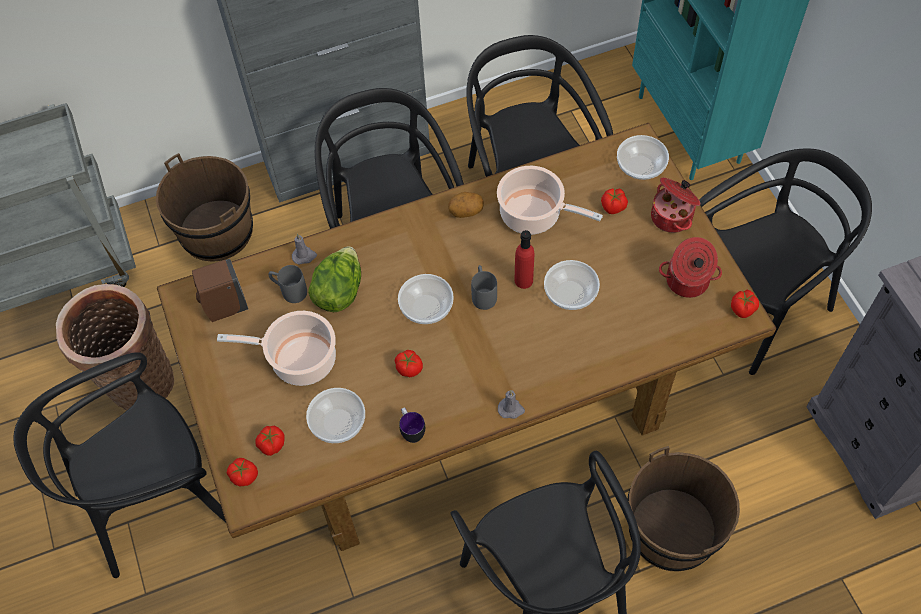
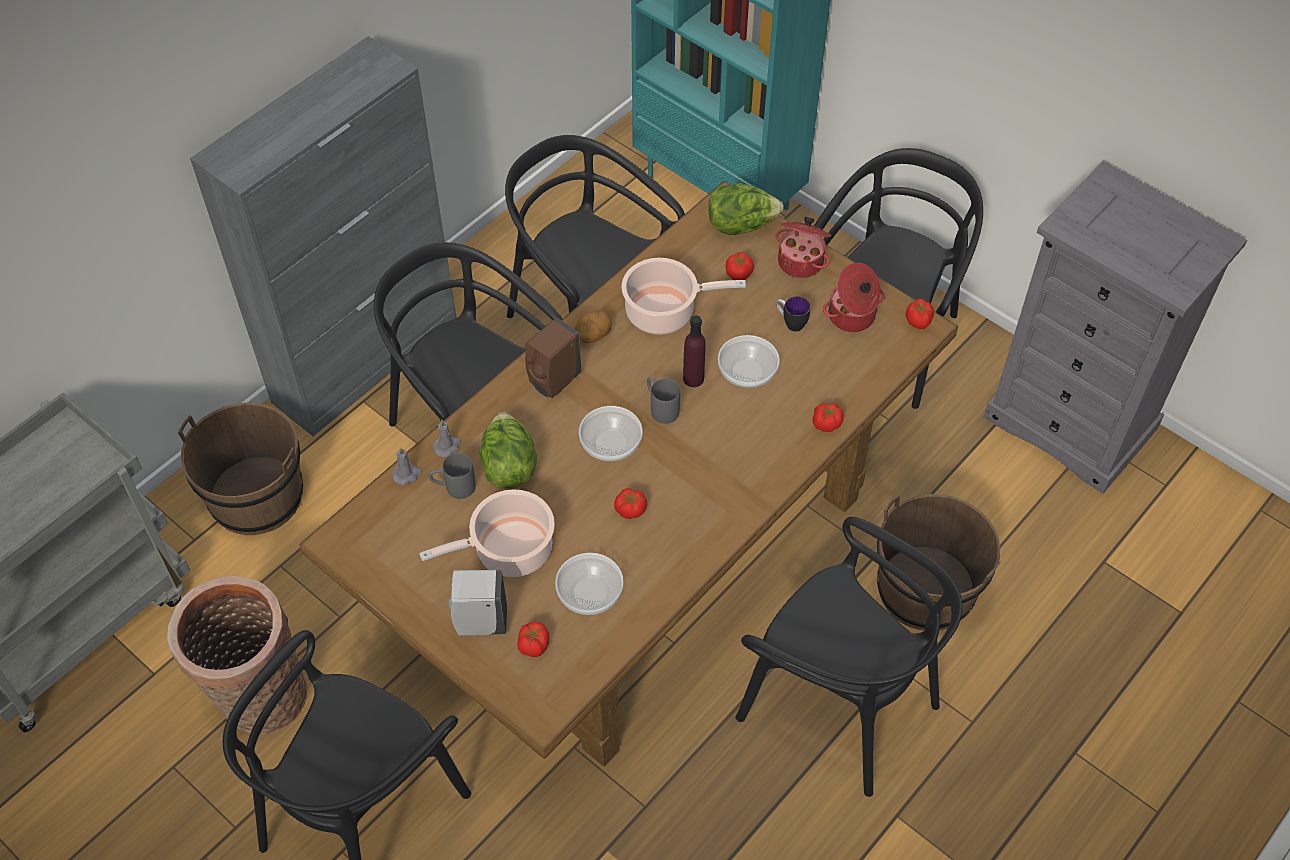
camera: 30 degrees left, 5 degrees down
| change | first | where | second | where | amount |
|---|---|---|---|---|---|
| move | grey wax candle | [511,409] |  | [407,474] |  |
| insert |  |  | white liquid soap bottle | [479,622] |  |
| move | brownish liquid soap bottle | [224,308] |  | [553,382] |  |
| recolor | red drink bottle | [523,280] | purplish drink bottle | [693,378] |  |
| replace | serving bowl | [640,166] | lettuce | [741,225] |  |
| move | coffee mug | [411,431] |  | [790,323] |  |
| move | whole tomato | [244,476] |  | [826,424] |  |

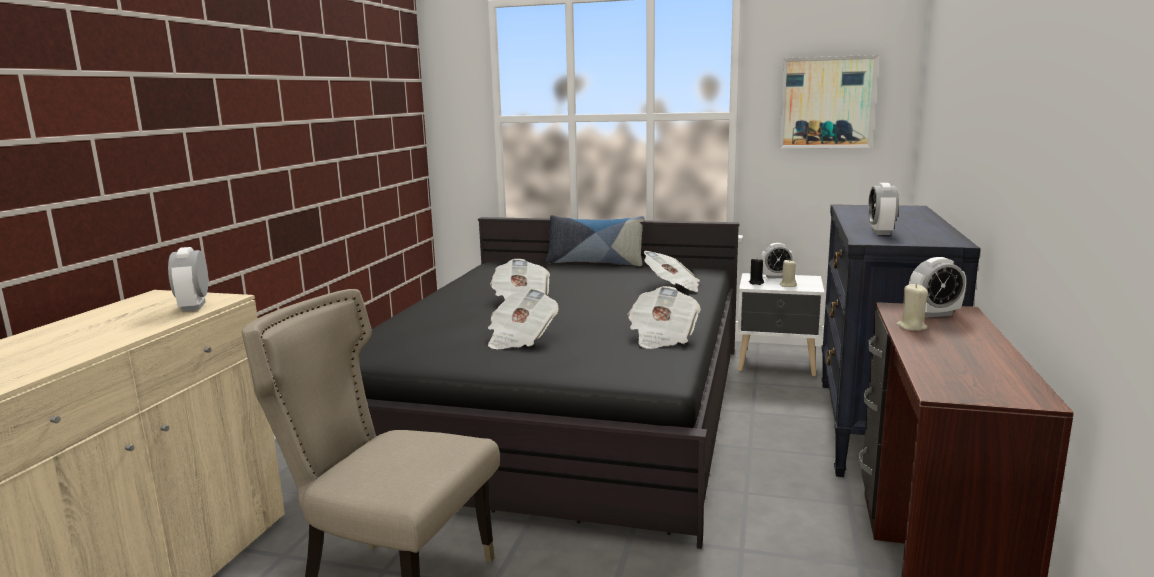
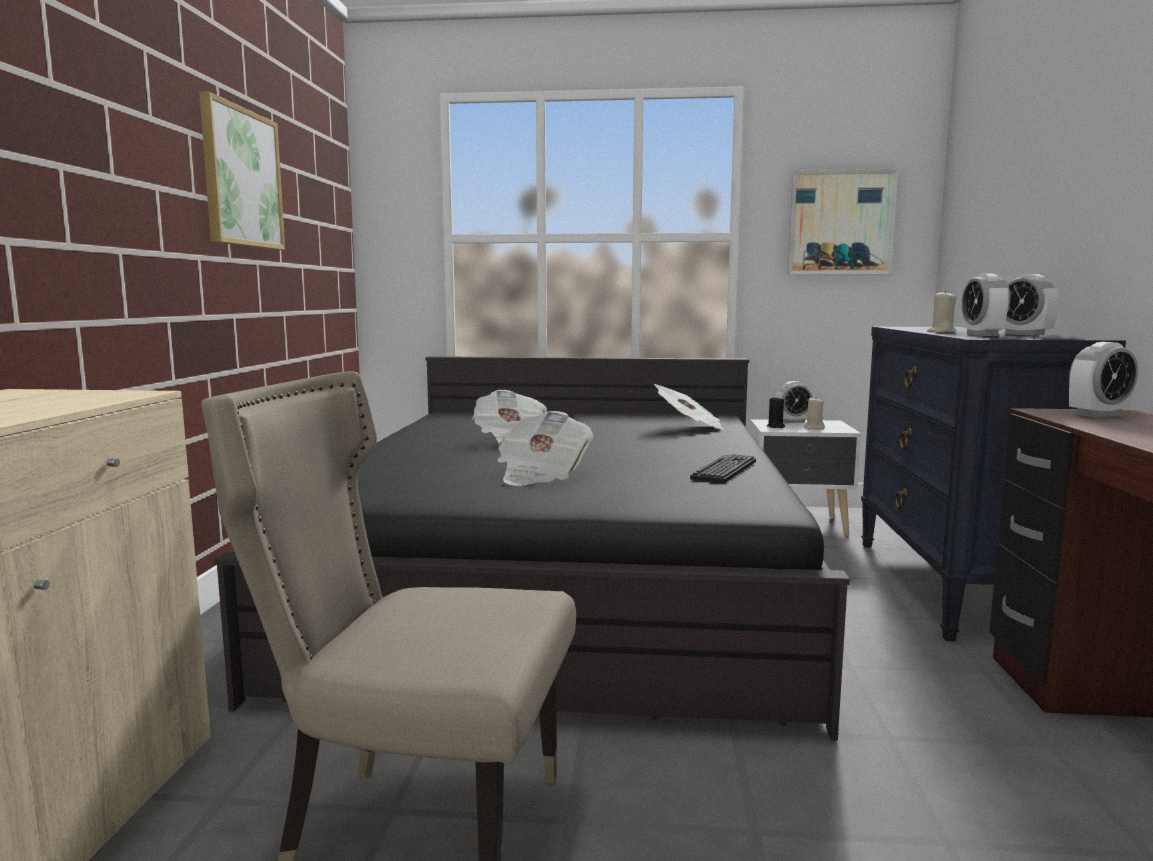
camera: 10 degrees left, 5 degrees down
| change | first | where | second | where | amount |
|---|---|---|---|---|---|
| insert |  |  | wall picture | [241,178] |  |
| replace | daily paper | [662,337] | keyboard | [724,470] |  |
| move | beige-coloured wax candle | [911,327] |  | [941,332] |  |
| move | bedside clock | [194,306] |  | [1024,334] |  |
| delete | throw pillow | [595,262] |  |  |  |

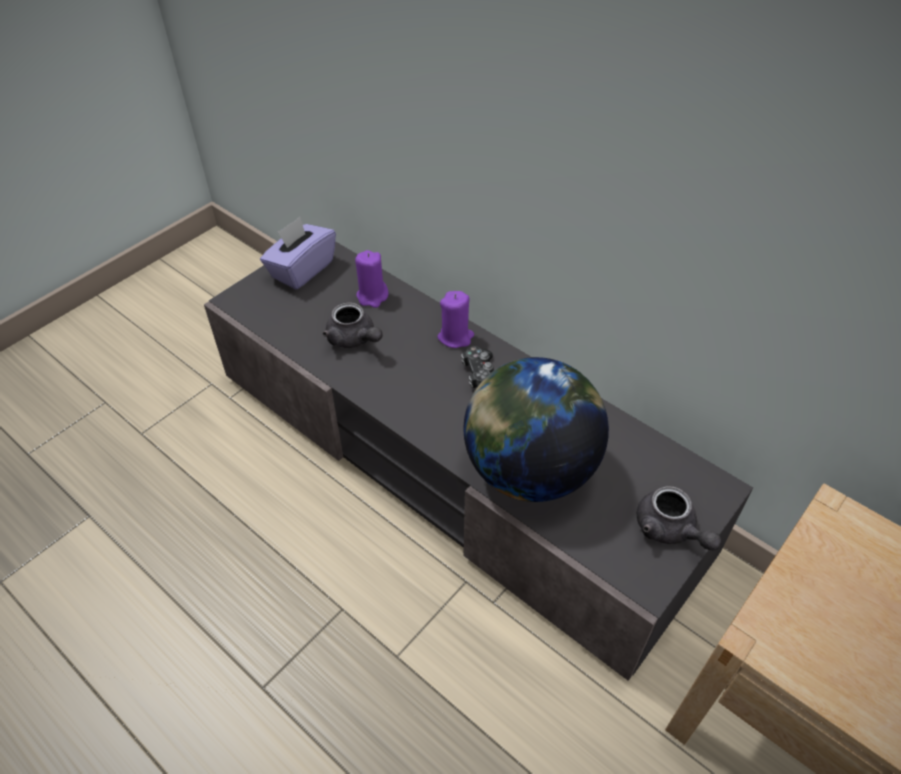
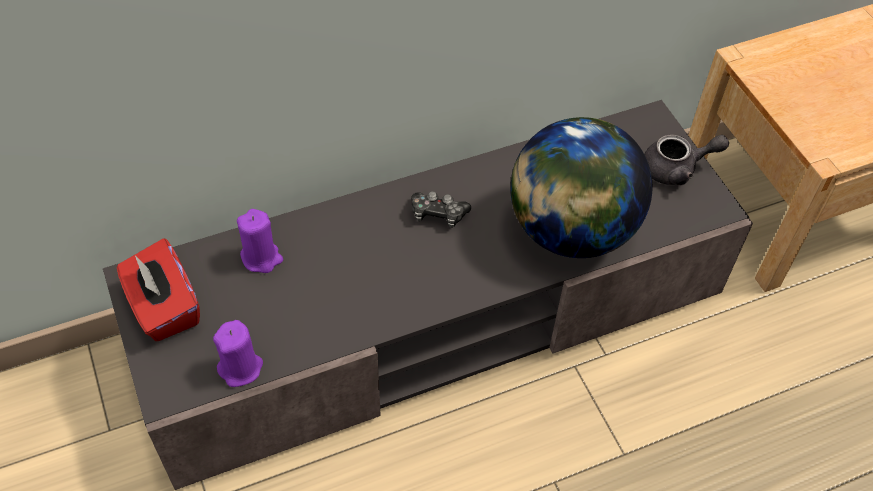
camera: 65 degrees left, 5 degrees up
| change | first | where | second | where | amount |
|---|---|---|---|---|---|
| recolor | purplish tissue holder | [302,269] | red tissue holder | [164,308] |  |
| move | purplish wax candle | [455,337] |  | [241,368] |  |
| delete | grey tea pot | [354,339] |  |  |  |

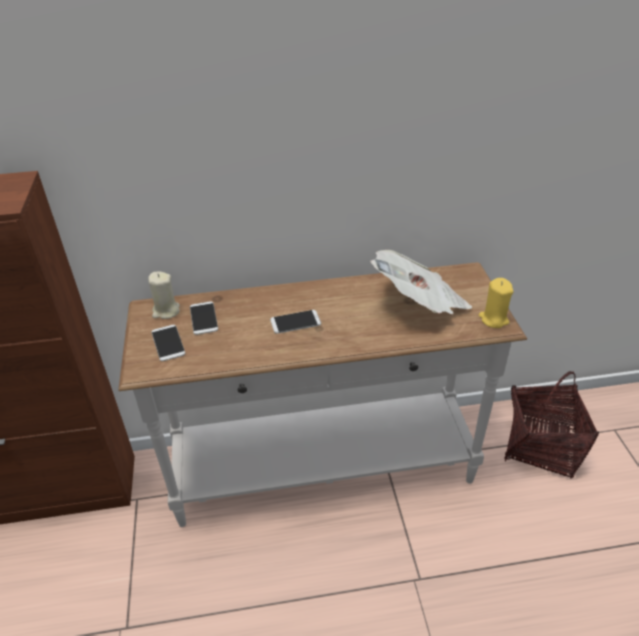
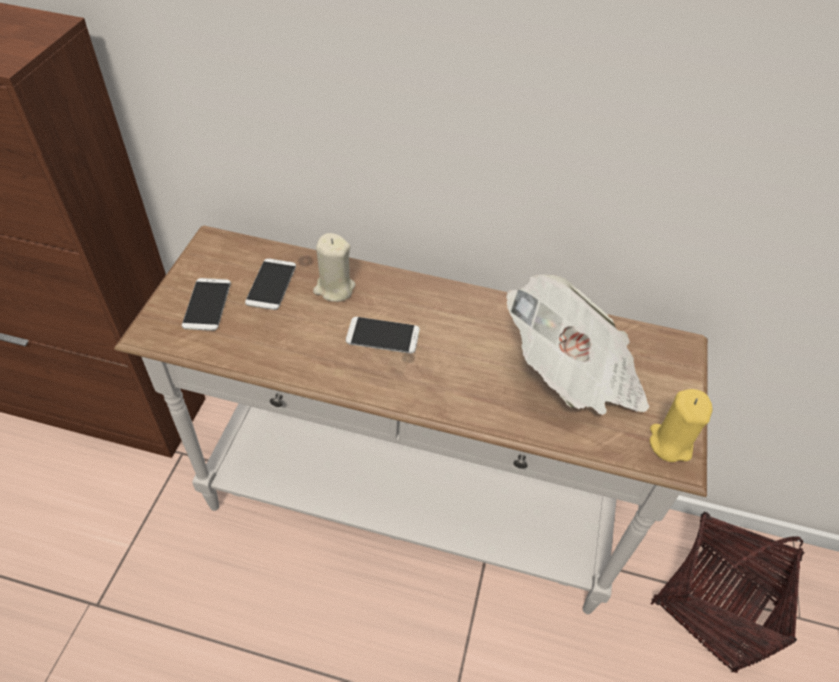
camera: 20 degrees right, 10 degrees up
| change | first | where | second | where | amount |
|---|---|---|---|---|---|
| move | beige-coloured wax candle | [166,311] |  | [334,288] |  |

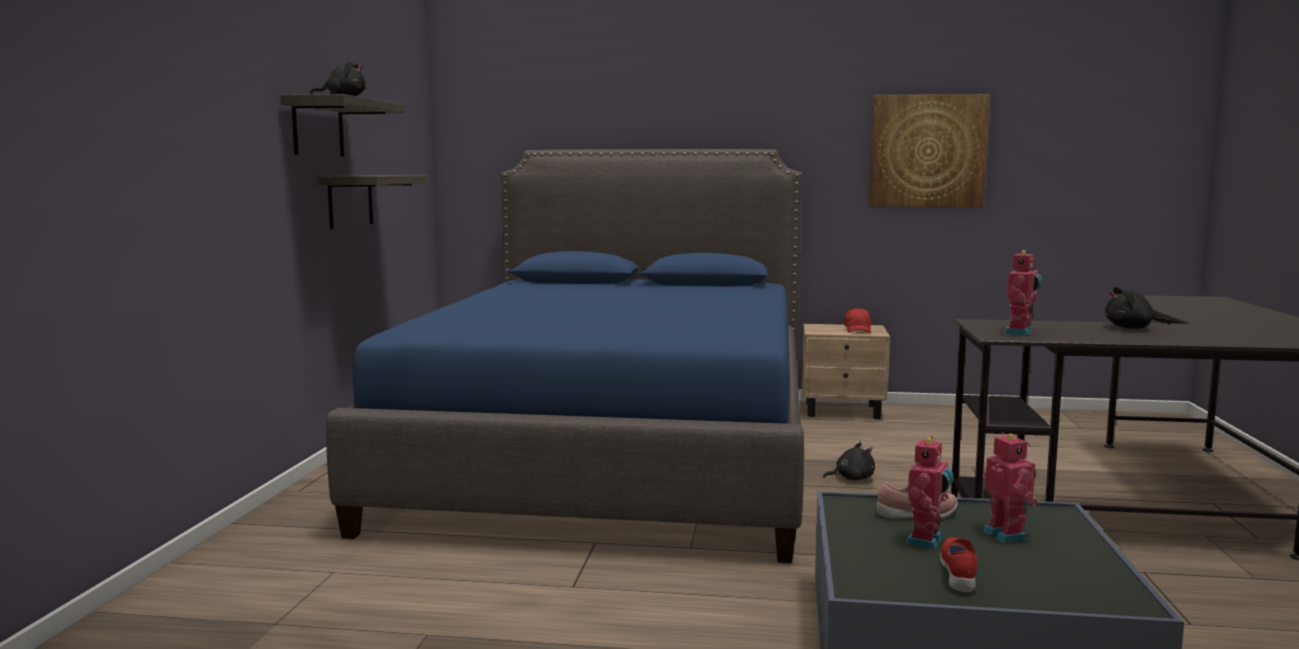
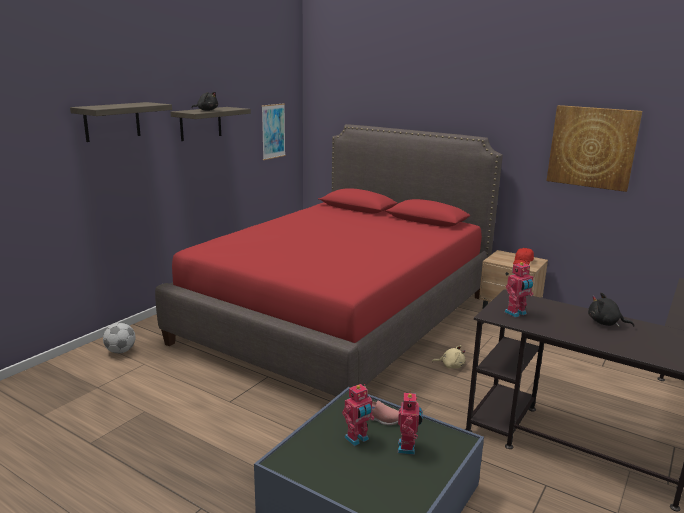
camera: 25 degrees right, 10 degrees up
| change | first | where | second | where | amount |
|---|---|---|---|---|---|
| move | wall shelf | [350,201] |  | [112,121] |  |
| insert |  |  | football ball | [120,351] |  |
| recolor | blue bedroom bed | [616,455] | red bedroom bed | [340,318] |  |
| insert |  |  | wall picture | [273,131] |  |
| recolor | blackish soft toy | [852,479] | beige-coloured soft toy | [451,365] |  |
| delete | red low shoe | [959,575] |  |  |  |

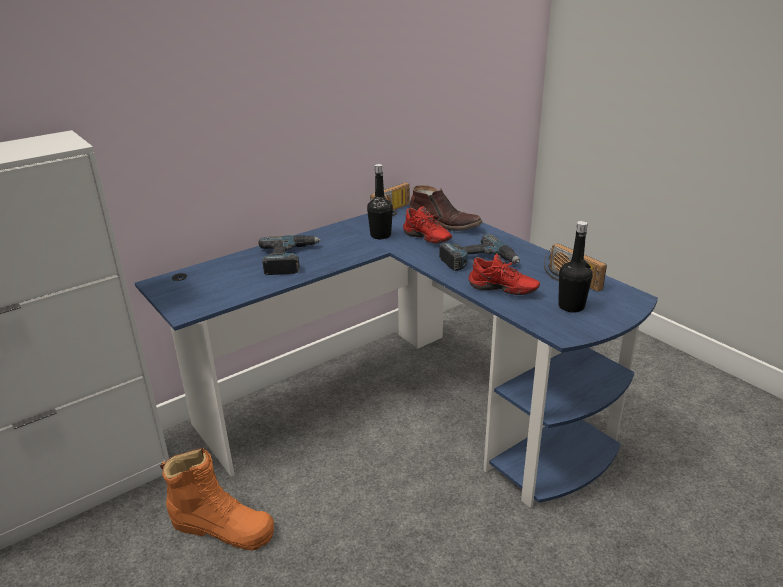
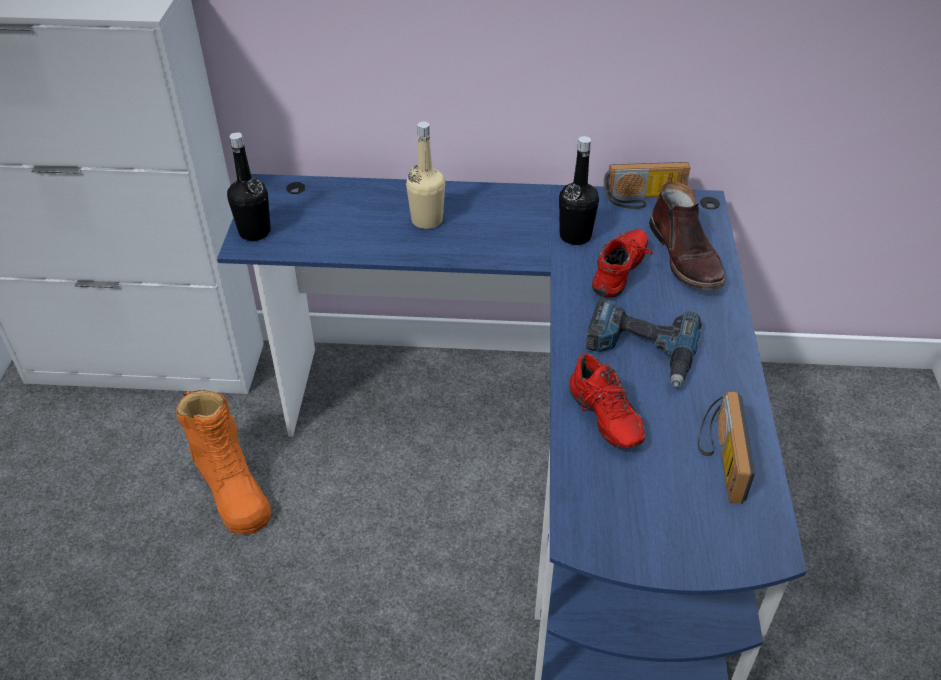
camera: 40 degrees right, 15 degrees up
| change | first | where | second | where | amount |
|---|---|---|---|---|---|
| move | blackish drink bottle | [571,306] |  | [254,232] |  |
| replace | drill | [289,259] | beige-coloured drink bottle | [427,220] |  |
| rotate | red low shoe | [425,239] |  | [622,273] | 150 degrees counterclockwise |

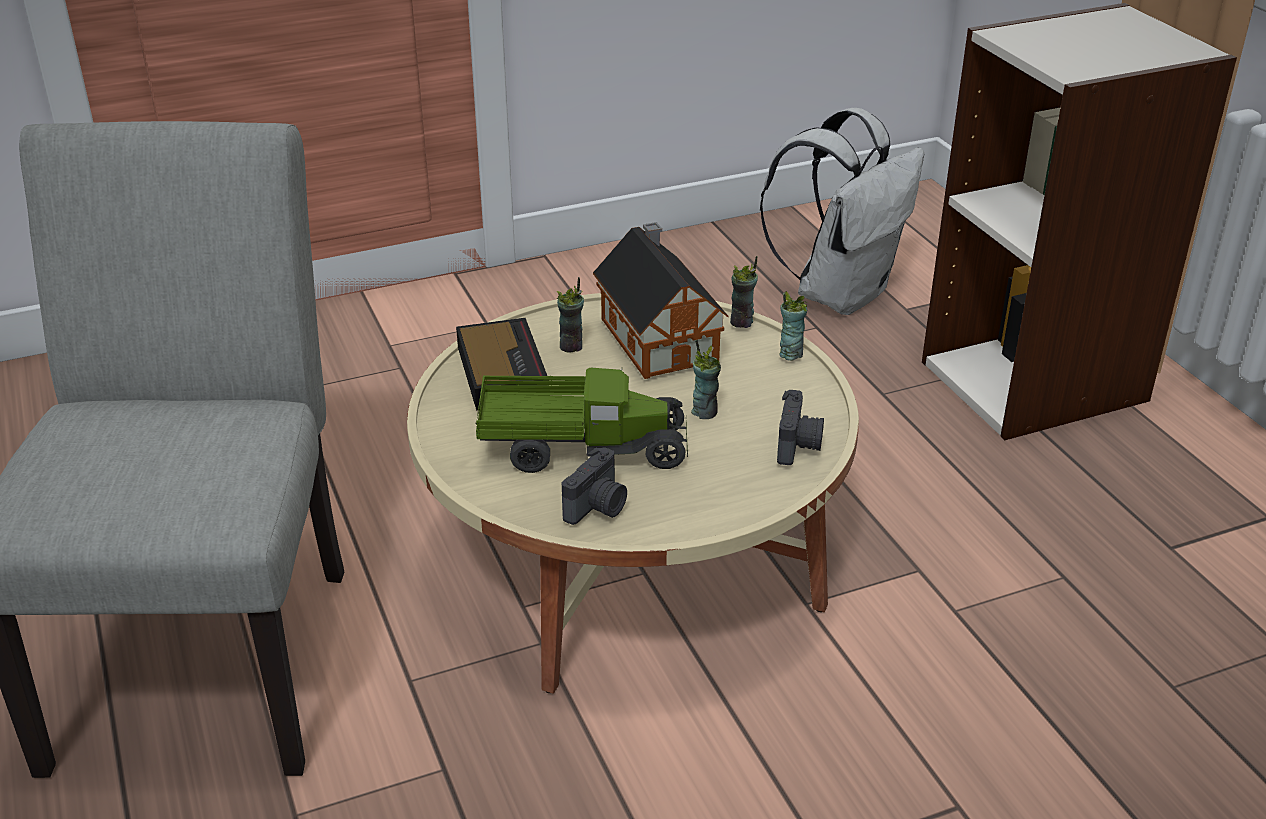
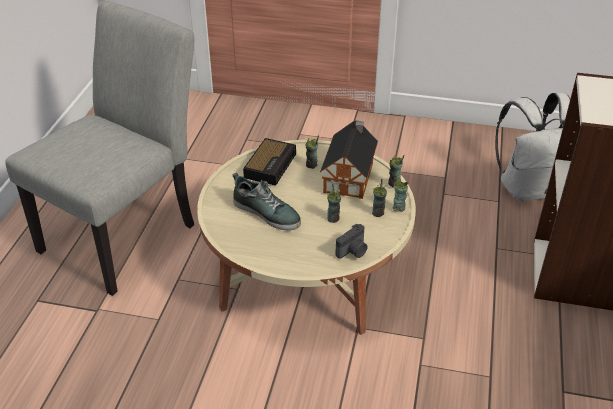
camera: 35 degrees right, 5 degrees up
| change | first | where | second | where | amount |
|---|---|---|---|---|---|
| replace | model truck | [582,449] | low shoe | [267,212] |  |
| insert |  |  | drinking cup | [378,213] |  |
| delete | photo camera | [598,507] |  |  |  |

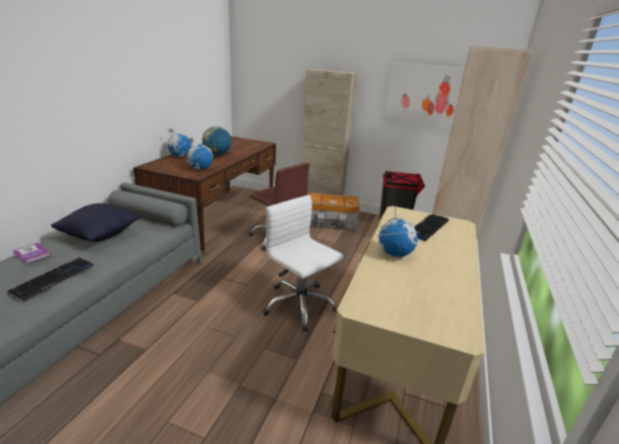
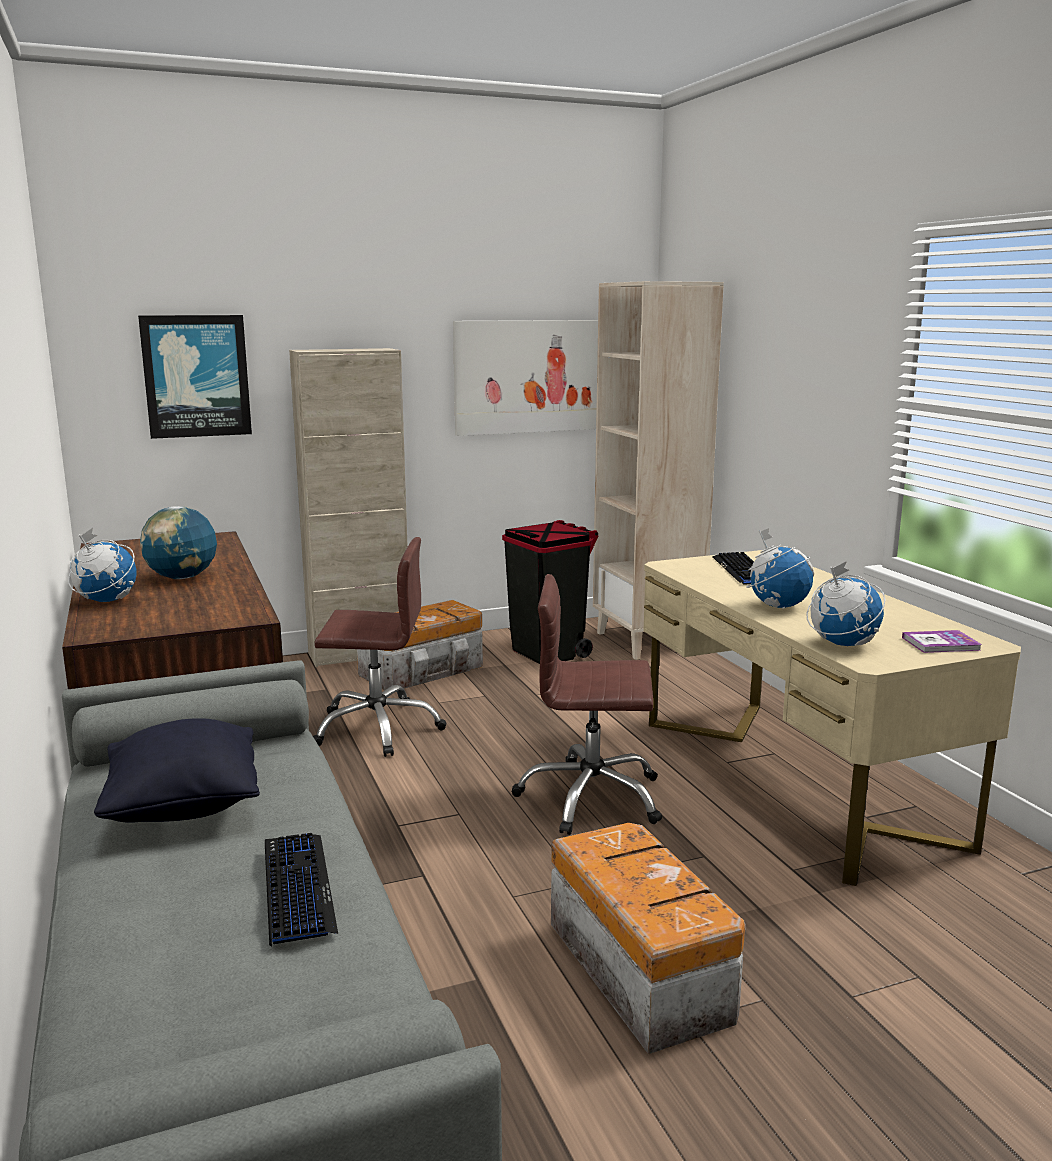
camera: 40 degrees left, 10 degrees down
| change | first | where | second | where | amount |
|---|---|---|---|---|---|
| insert |  |  | wall picture | [196,376] |  |
| recolor | white desk chair | [299,305] | brownish desk chair | [591,798] |  |
| insert |  |  | storage bin | [639,968] |  |
| move | world globe | [200,169] |  | [842,644] |  |
| move | book | [32,254] |  | [941,644] |  |

